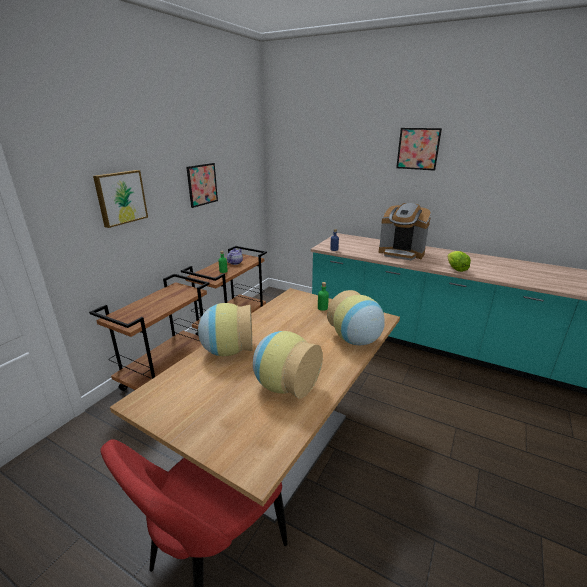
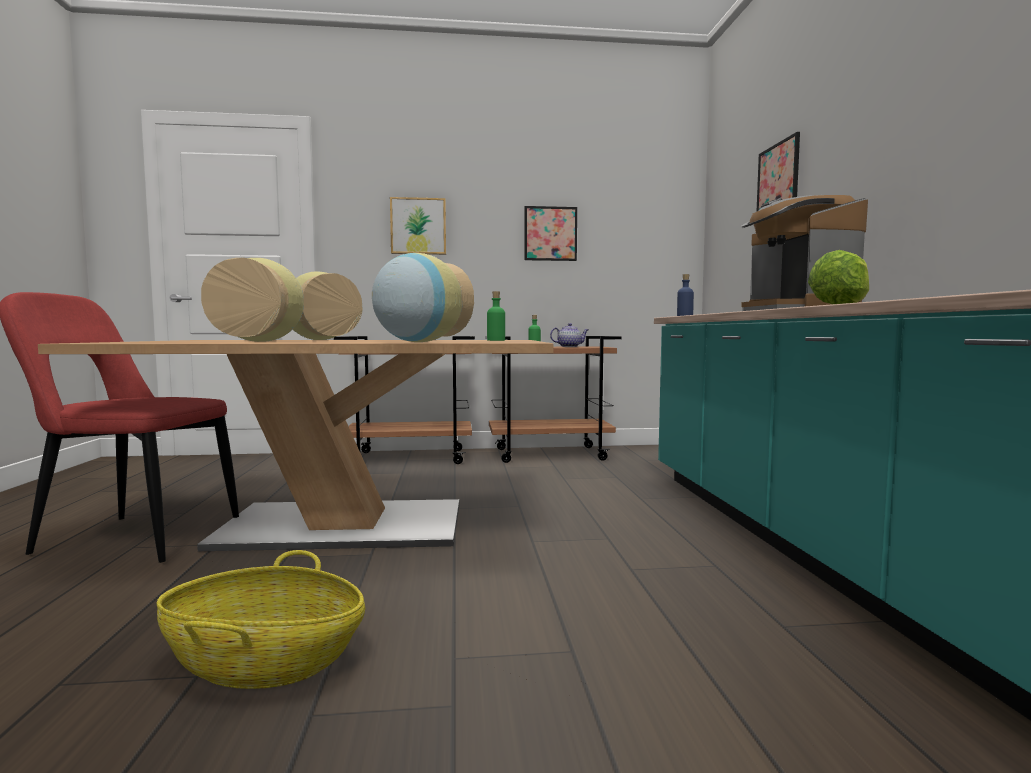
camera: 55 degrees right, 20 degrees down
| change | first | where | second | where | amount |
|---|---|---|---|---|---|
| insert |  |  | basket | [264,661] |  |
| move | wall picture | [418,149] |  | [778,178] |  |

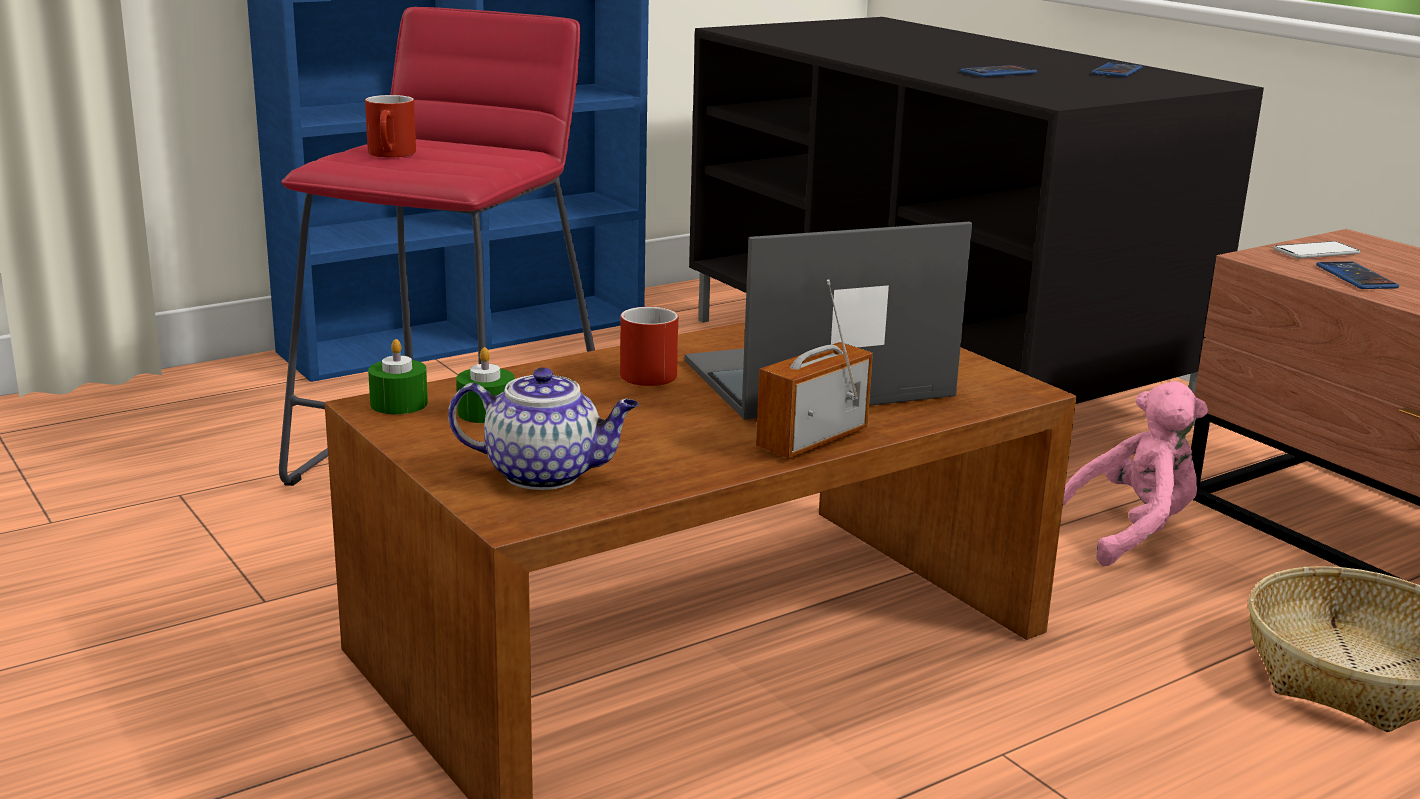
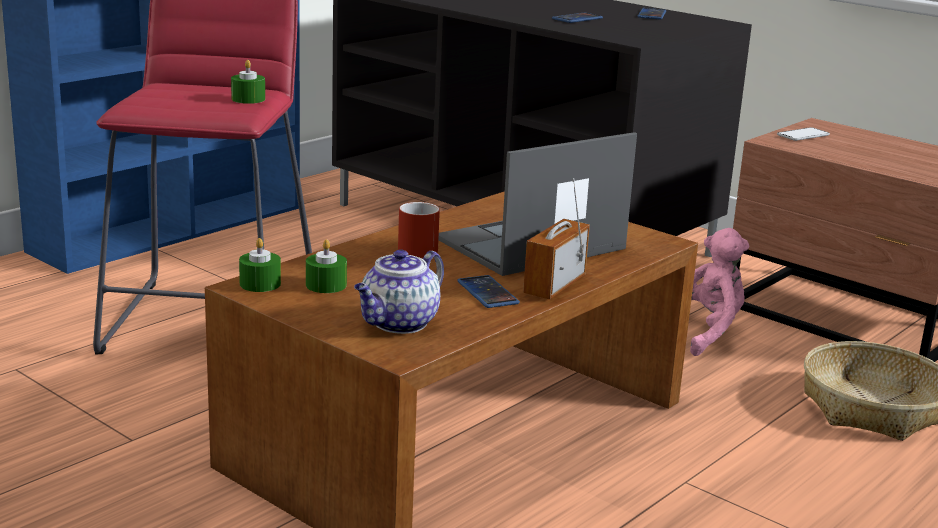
camera: 15 degrees left, 0 degrees up
| change | first | where | second | where | amount |
|---|---|---|---|---|---|
| insert |  |  | green-coloured wax candle | [248,99] |  |
| rotate | tea pot | [546,474] |  | [399,324] | 135 degrees clockwise |
| move | phone | [1356,277] |  | [487,293] |  |
| delete | red coffee mug | [392,154] |  |  |  |

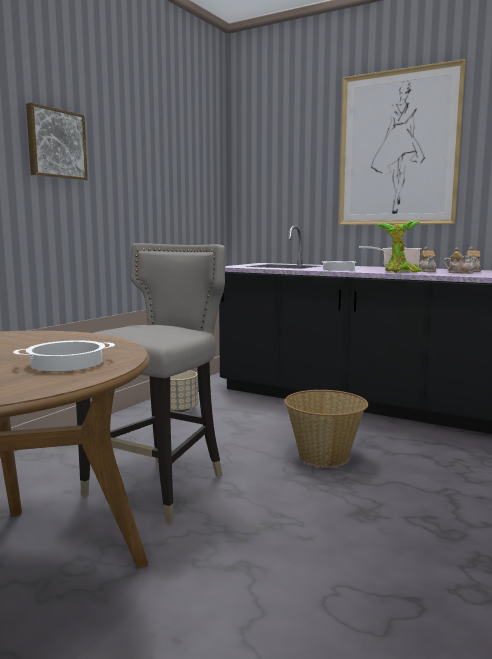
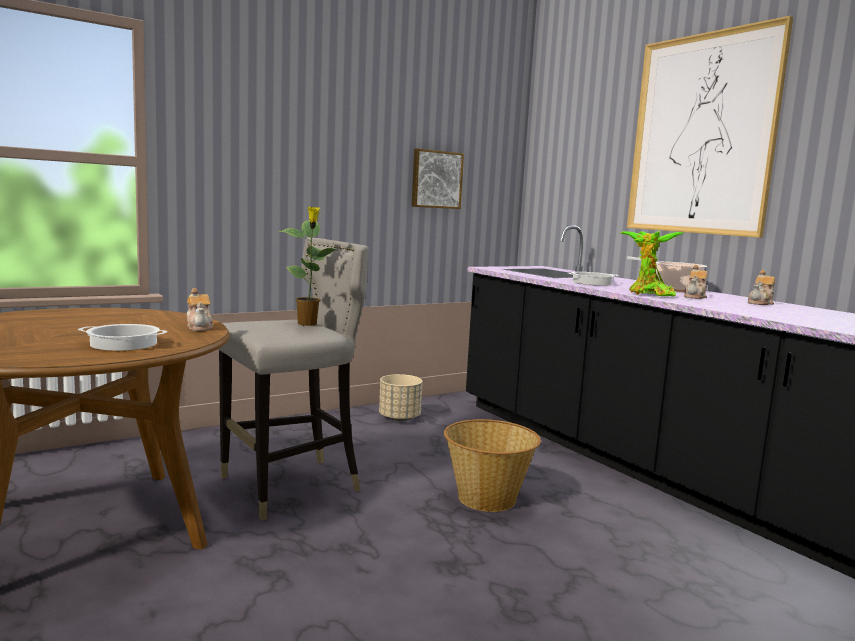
camera: 25 degrees right, 0 degrees up
| change | first | where | second | where | amount |
|---|---|---|---|---|---|
| move | tea pot | [459,272] |  | [200,327] |  |
| insert |  |  | houseplant | [308,324] |  |
| move | wall picture | [55,144] |  | [436,179] |  |

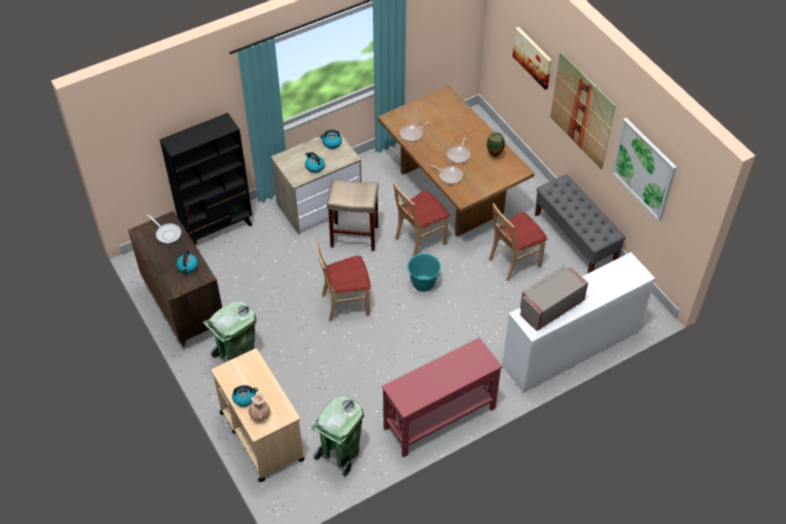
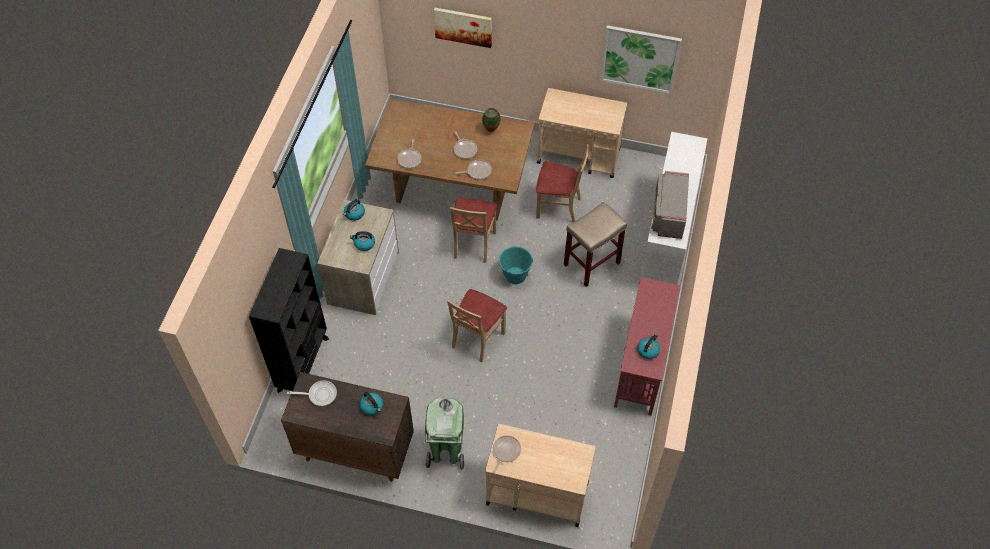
camera: 45 degrees left, 5 degrees up
| change | first | where | second | where | amount |
|---|---|---|---|---|---|
| insert |  |  | pan | [505,451] |  |
| rotate | beige-coloured upright chair | [514,261] |  | [558,207] | 90 degrees counterclockwise |
| replace | grey indoor bench | [575,238] | beige-coloured cart | [579,156] |  |
| move | beige-coloured sitting stool | [353,236] |  | [591,264] |  |
| move | tea kettle | [244,398] |  | [648,350] |  |
| delete | beige-coloured vase | [260,415] |  |  |  |
| delete | green-coloured waste bin | [340,454] |  |  |  |
| delete | wall picture | [581,111] |  |  |  |

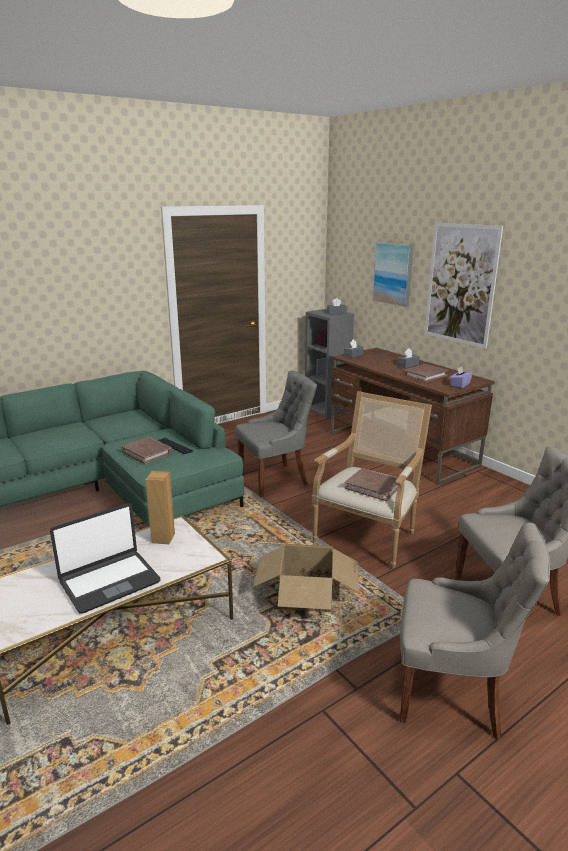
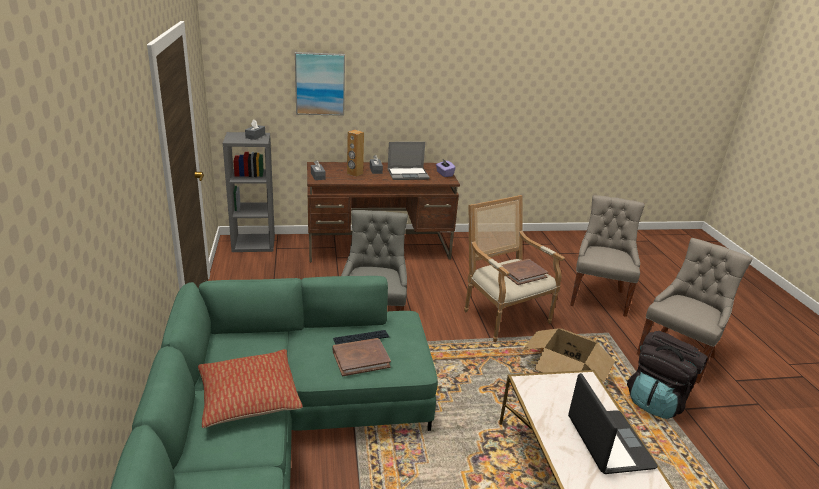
camera: 65 degrees left, 5 degrees up
| change | first | where | second | where | amount |
|---|---|---|---|---|---|
| insert |  |  | throw pillow | [249,398] |  |
| move | brownish loudspeaker | [163,538] |  | [354,174] |  |
| replace | brownish book | [425,375] | laptop | [408,174] |  |
| insert |  |  | blackish knapsack | [657,400] |  |
| delete | wall picture | [461,284] |  |  |  |

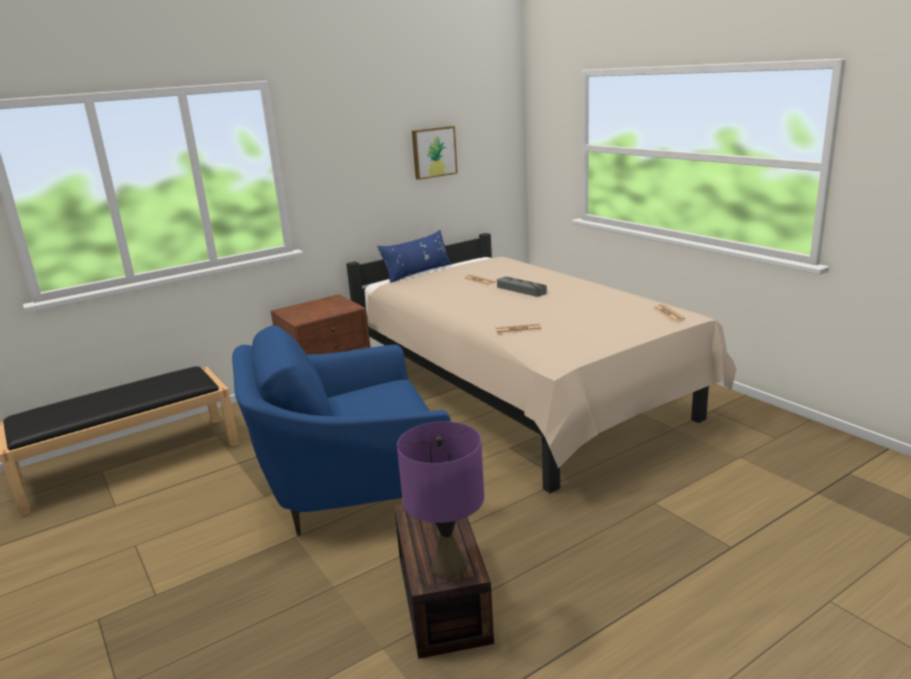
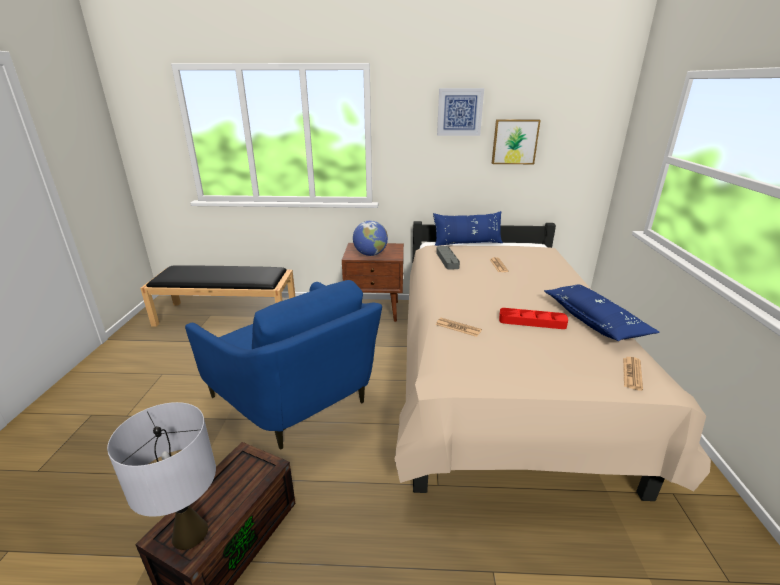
camera: 35 degrees right, 5 degrees up
| change | first | where | second | where | amount |
|---|---|---|---|---|---|
| recolor | purplish lamp for a table | [448,566] | grey lamp for a table | [189,533] |  |
| rotate | blue armchair | [352,487] |  | [297,398] | 150 degrees counterclockwise |
| insert |  |  | world globe | [370,254] |  |
| move | grey serving tray | [521,289] |  | [447,260] |  |
| insert |  |  | wall picture | [459,112] |  |
| insert |  |  | red serving tray | [532,322] |  |
| insert |  |  | blue throw pillow | [594,320] |  |

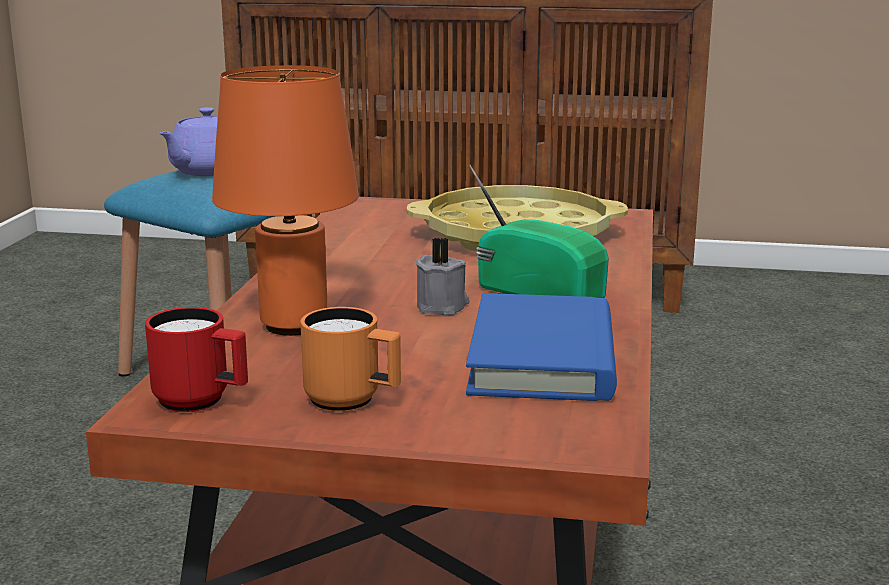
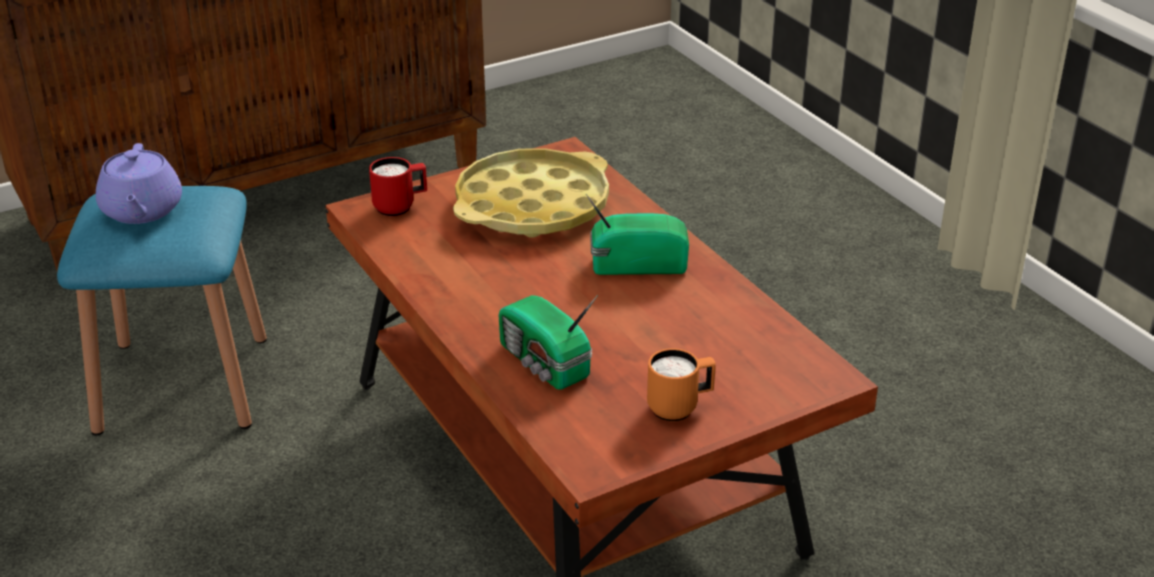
camera: 40 degrees left, 15 degrees up
| change | first | where | second | where | amount |
|---|---|---|---|---|---|
| move | red coffee mug | [202,402] |  | [400,207] |  |
| replace | orange lamp for a table | [293,326] | radio set | [544,364] |  |
| delete | grey wax candle | [443,306] |  |  |  |
| delete | blue book | [543,358] |  |  |  |

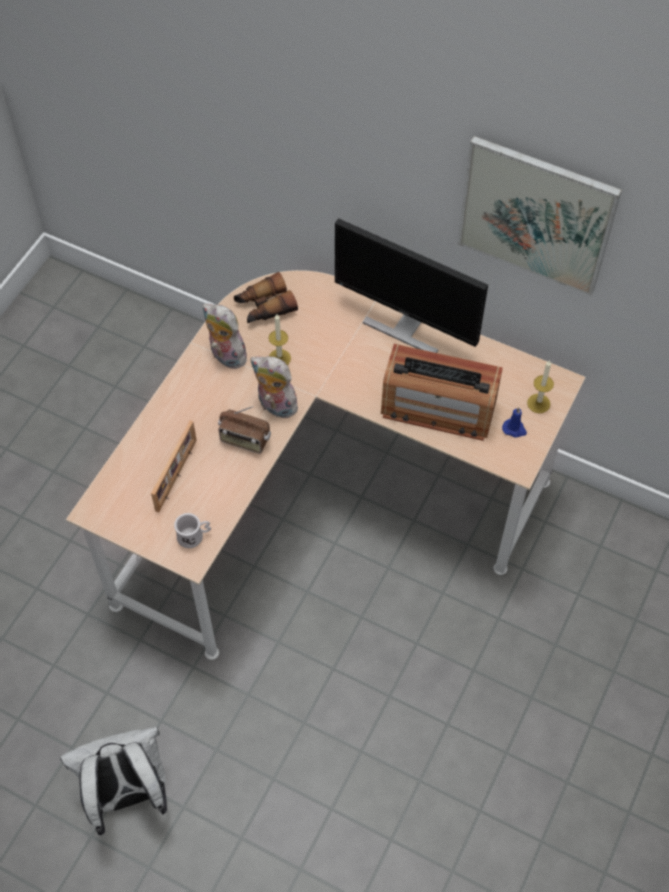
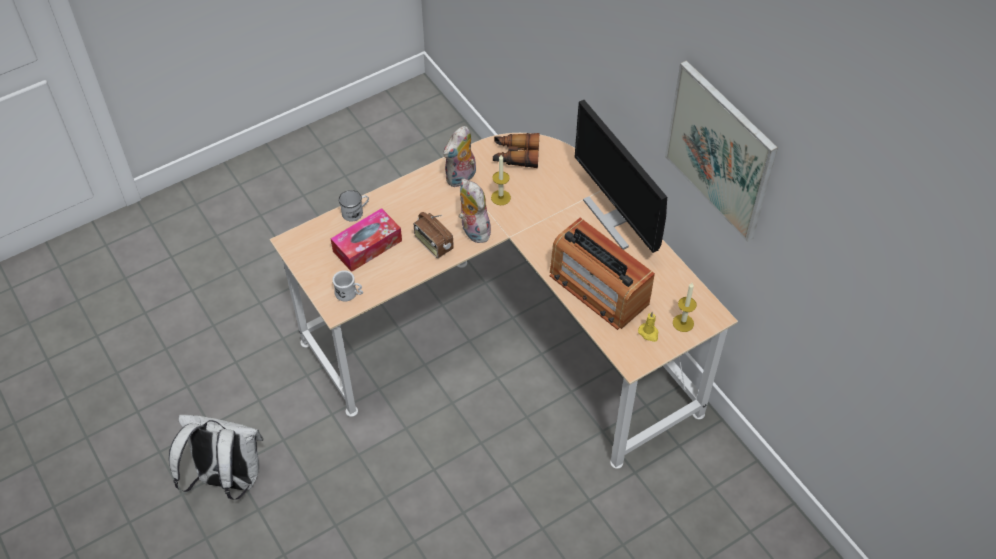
camera: 30 degrees right, 5 degrees down
| change | first | where | second | where | amount |
|---|---|---|---|---|---|
| replace | standing frame | [177,475] | tissue holder | [367,246] |  |
| insert |  |  | white coffee mug | [355,212] |  |
| rotate | soft toy | [225,356] |  | [461,178] | 120 degrees counterclockwise |
| recolor | blue wax candle | [514,429] | yellow wax candle | [649,333] |  |

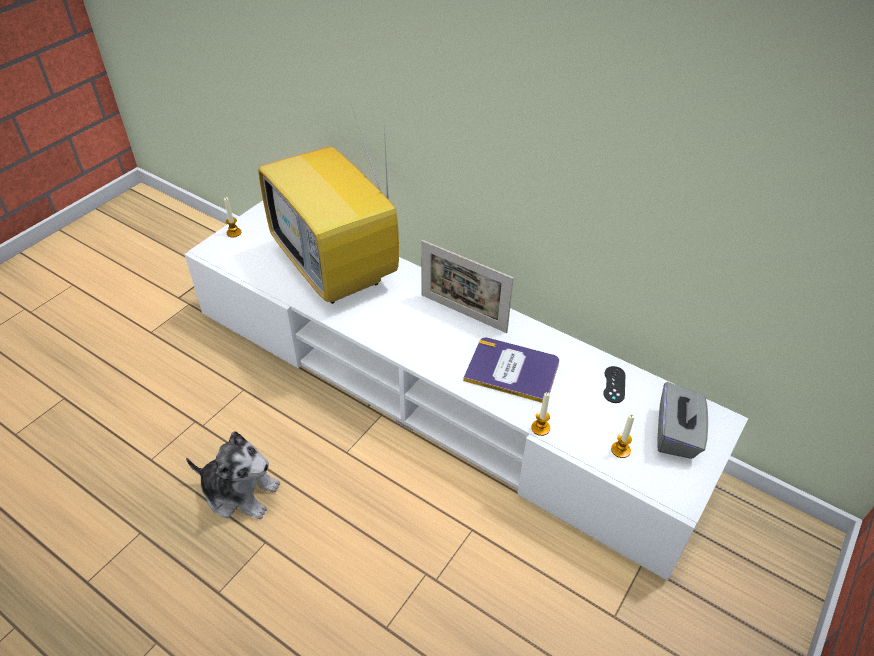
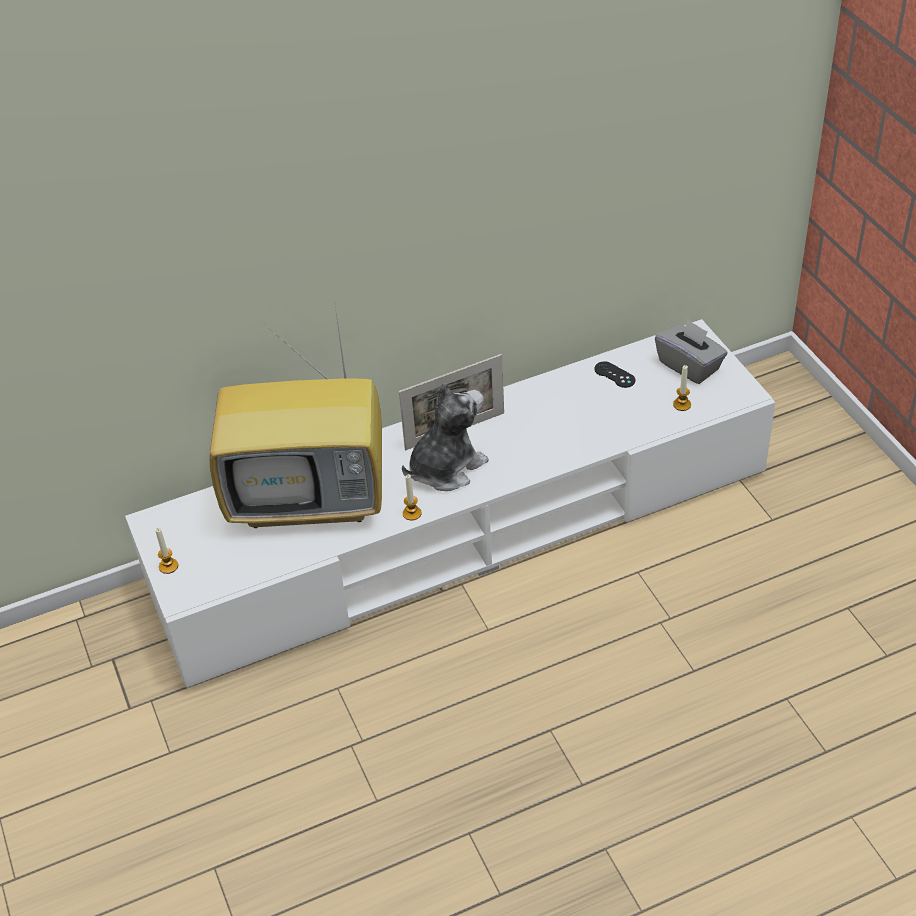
camera: 55 degrees left, 0 degrees up
| change | first | where | second | where | amount |
|---|---|---|---|---|---|
| move | soft toy | [240,492] |  | [446,468] |  |
| move | wax candle | [540,428] |  | [412,513] |  |
| delete | book | [512,370] |  |  |  |

